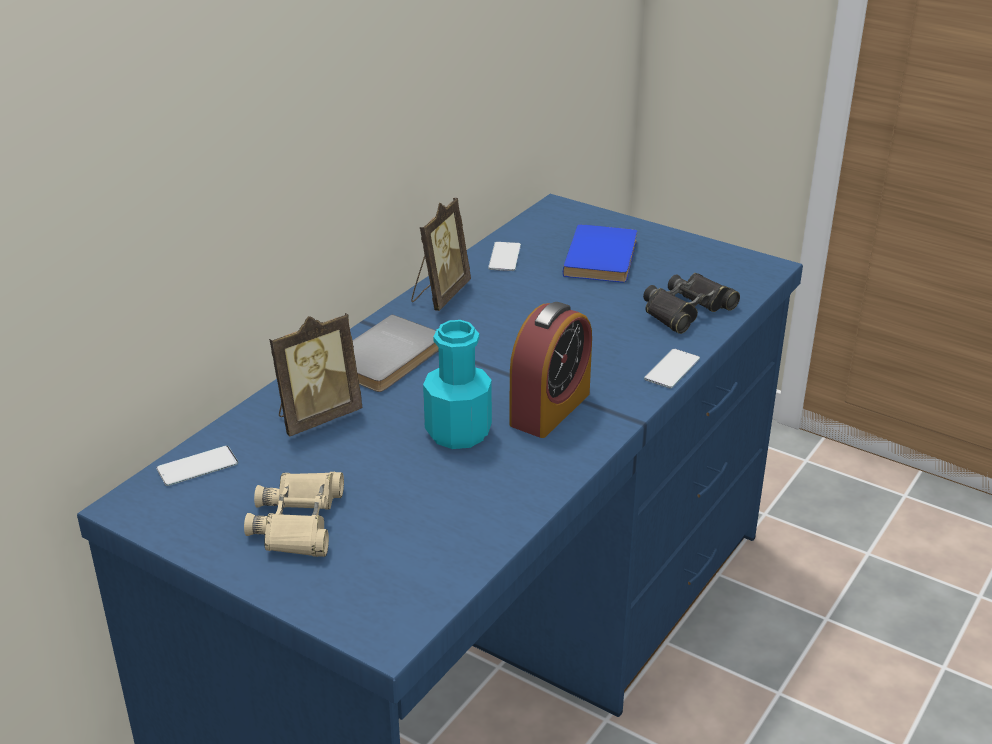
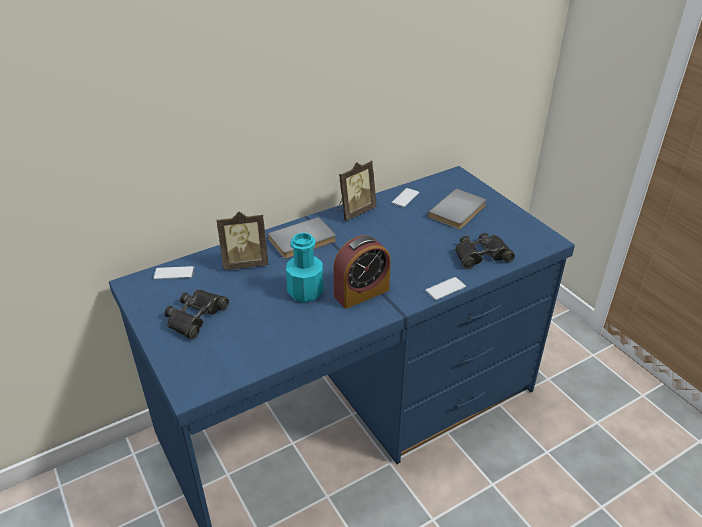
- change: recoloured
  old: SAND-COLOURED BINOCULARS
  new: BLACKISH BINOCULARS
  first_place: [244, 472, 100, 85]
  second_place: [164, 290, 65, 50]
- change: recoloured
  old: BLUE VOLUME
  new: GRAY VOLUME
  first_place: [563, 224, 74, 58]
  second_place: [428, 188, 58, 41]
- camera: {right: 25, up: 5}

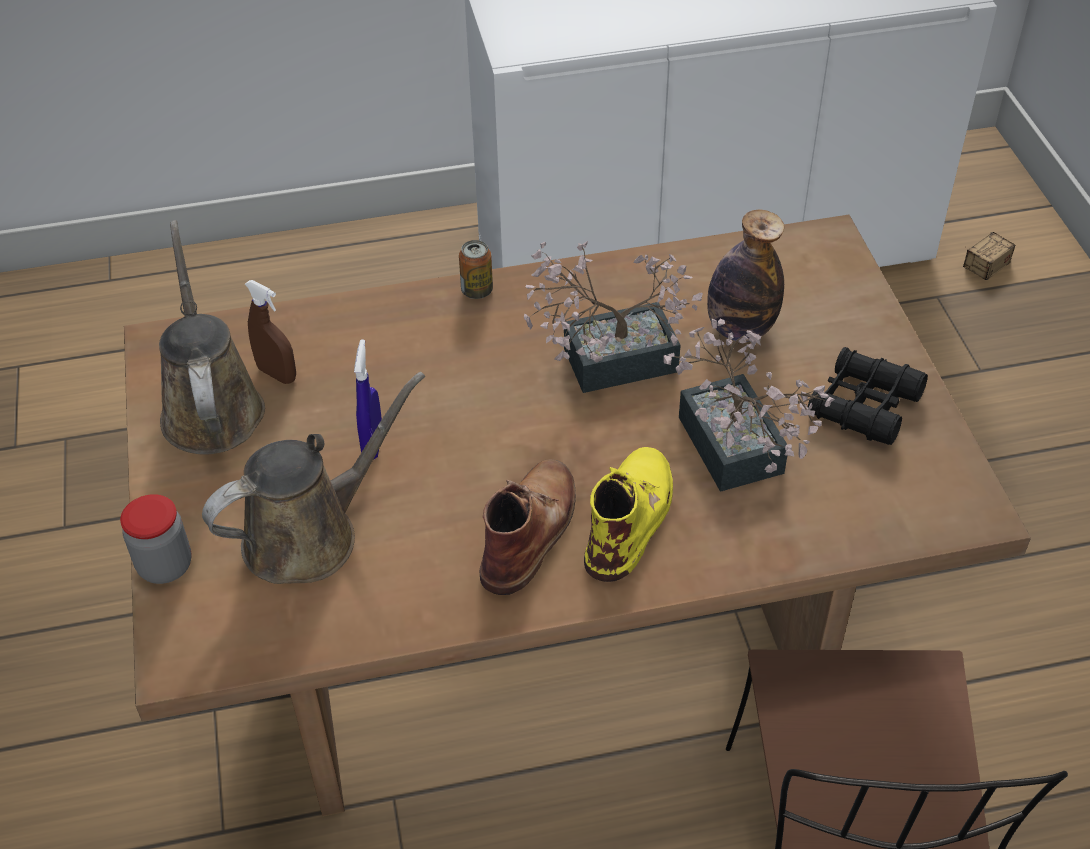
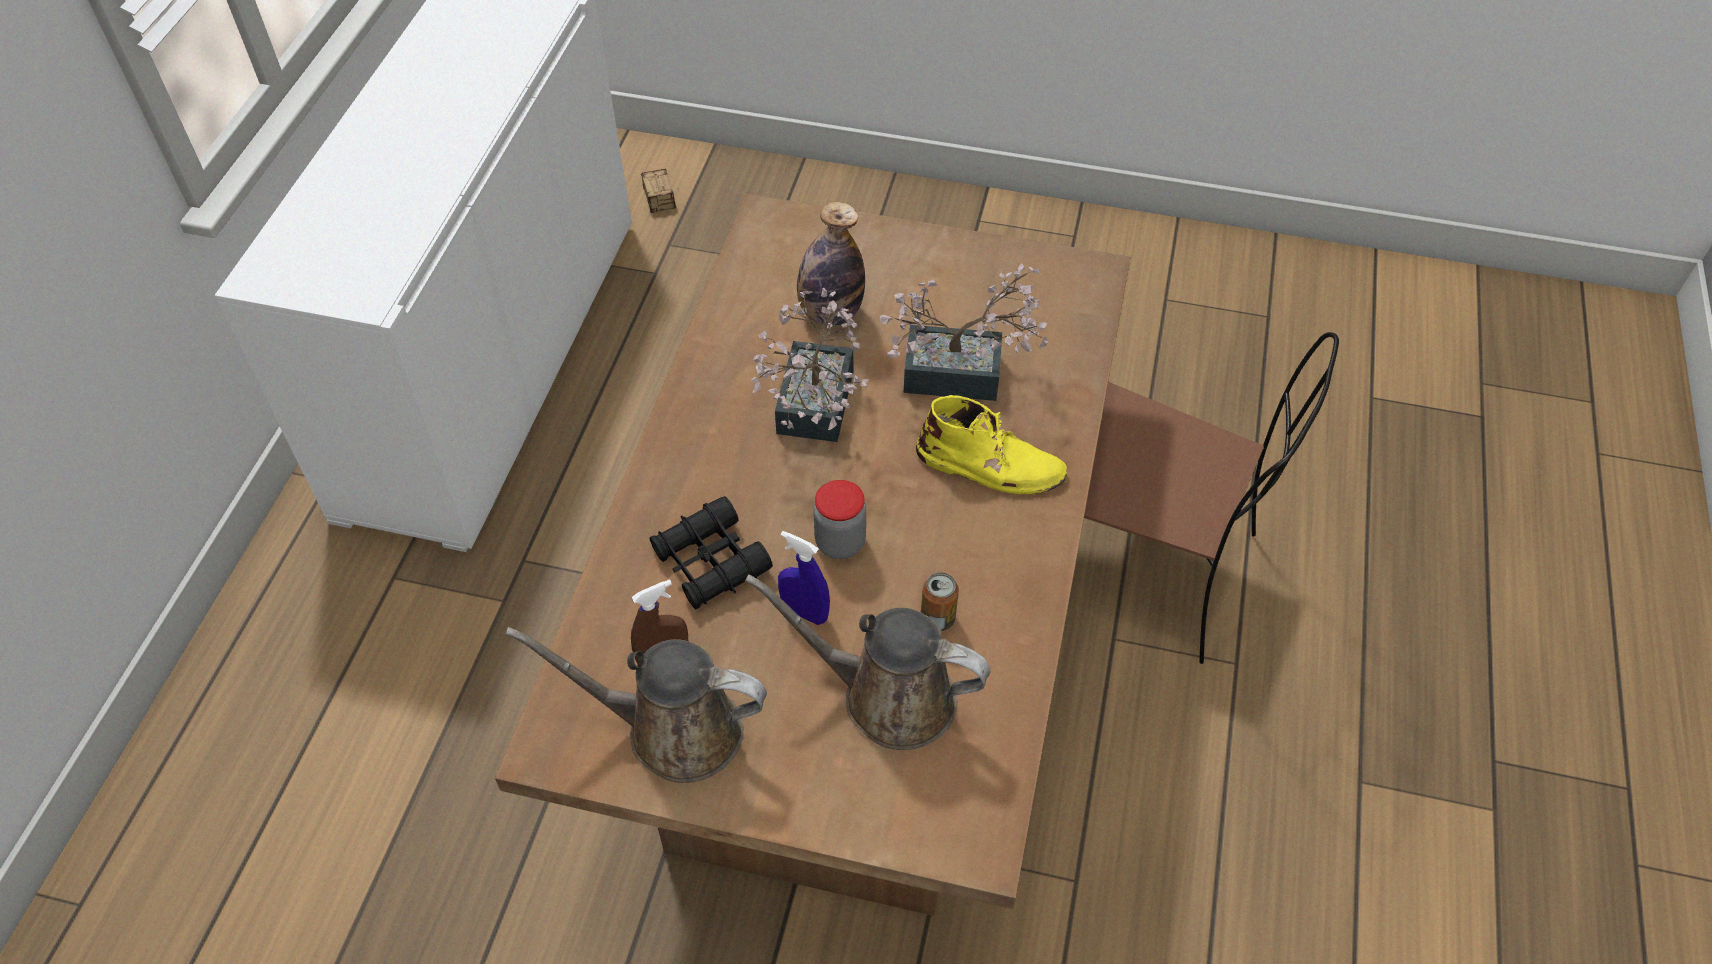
- change: moved
  old: STORAGE JAR
  first_place: [120, 494, 72, 90]
  second_place: [813, 480, 53, 79]
- change: turned
  old: BROWN SPRINKLING CAN
  first_place: [202, 372, 223, 212]
  second_place: [745, 574, 245, 176]
  degrees: -60
- change: moved
  old: SEALED CAN
  first_place: [459, 240, 34, 59]
  second_place: [921, 572, 38, 59]
- change: removed
  old: BROWN HIGH-TOP BOOT
  first_place: [480, 459, 96, 136]
- change: turned
  old: YELLOW-COLOURED HIGH-TOP BOOT
  first_place: [584, 447, 89, 135]
  second_place: [916, 395, 152, 100]
  degrees: 150
- change: moved
  old: BLACKISH BINOCULARS
  first_place: [808, 347, 120, 98]
  second_place: [650, 496, 123, 113]
- camera: {right: -65, up: 5}

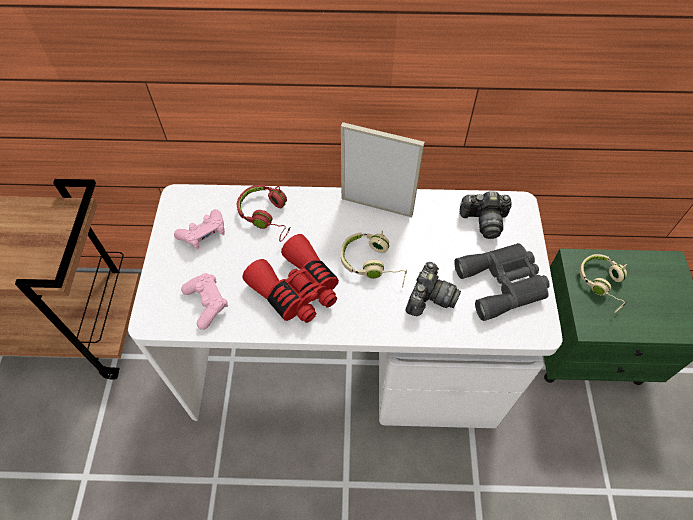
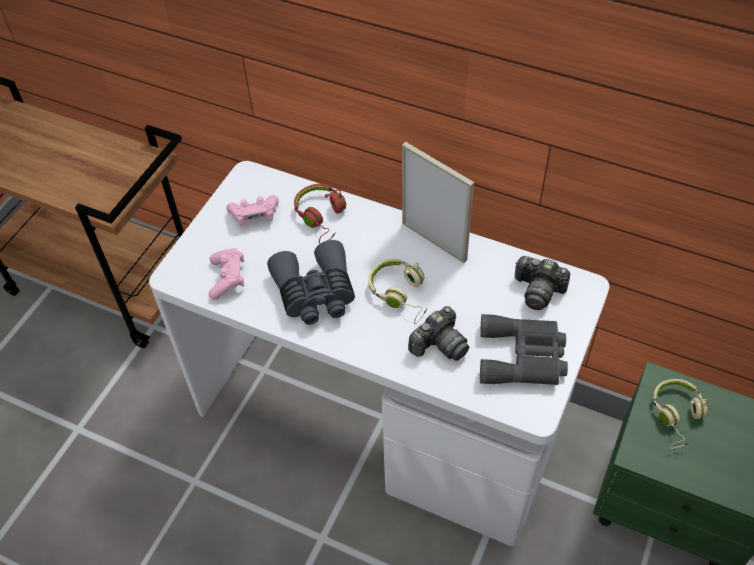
- change: recoloured
  old: RED BINOCULARS
  new: GRAY BINOCULARS
  first_place: [242, 234, 97, 89]
  second_place: [267, 240, 88, 85]
- camera: {right: 25, up: -5}

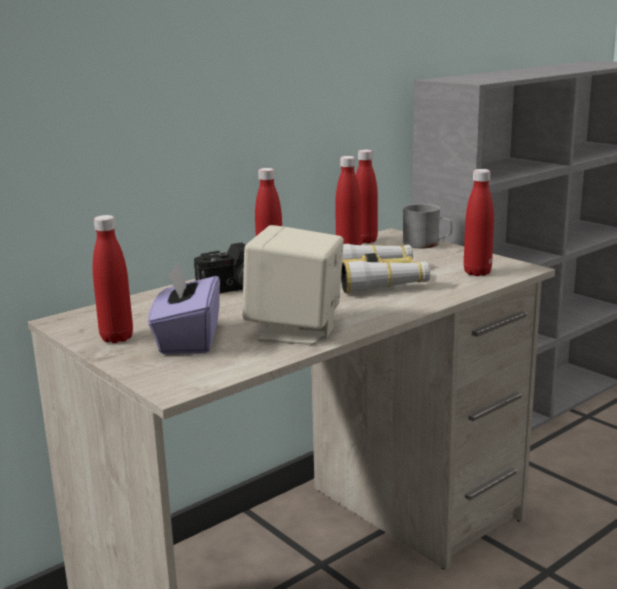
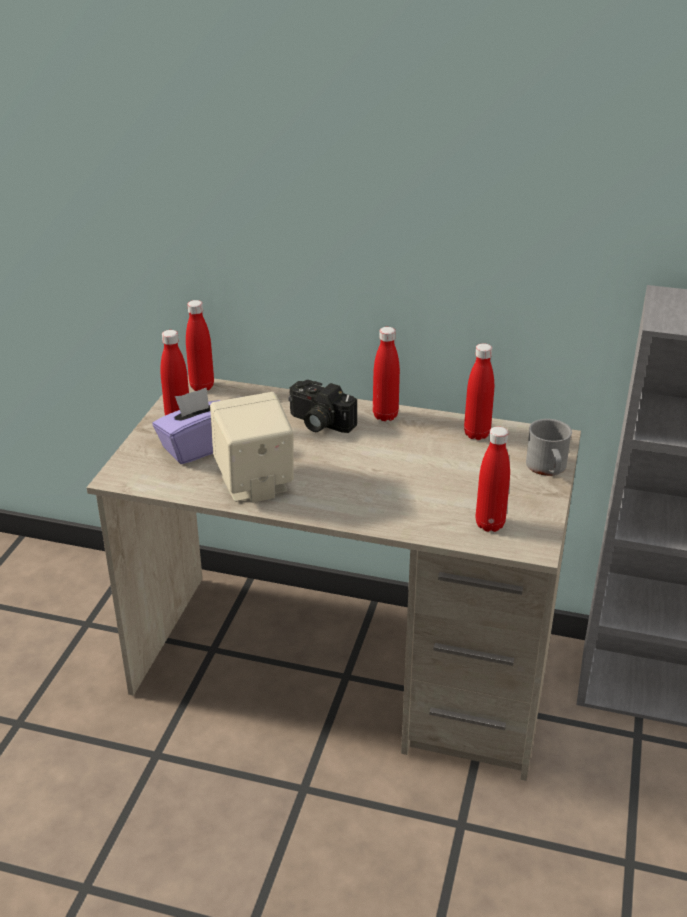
- change: removed
  old: BINOCULARS
  first_place: [341, 244, 89, 50]
- change: moved
  old: RED BOTTLE
  first_place: [356, 150, 22, 93]
  second_place: [186, 300, 28, 91]
- camera: {right: 55, up: 15}

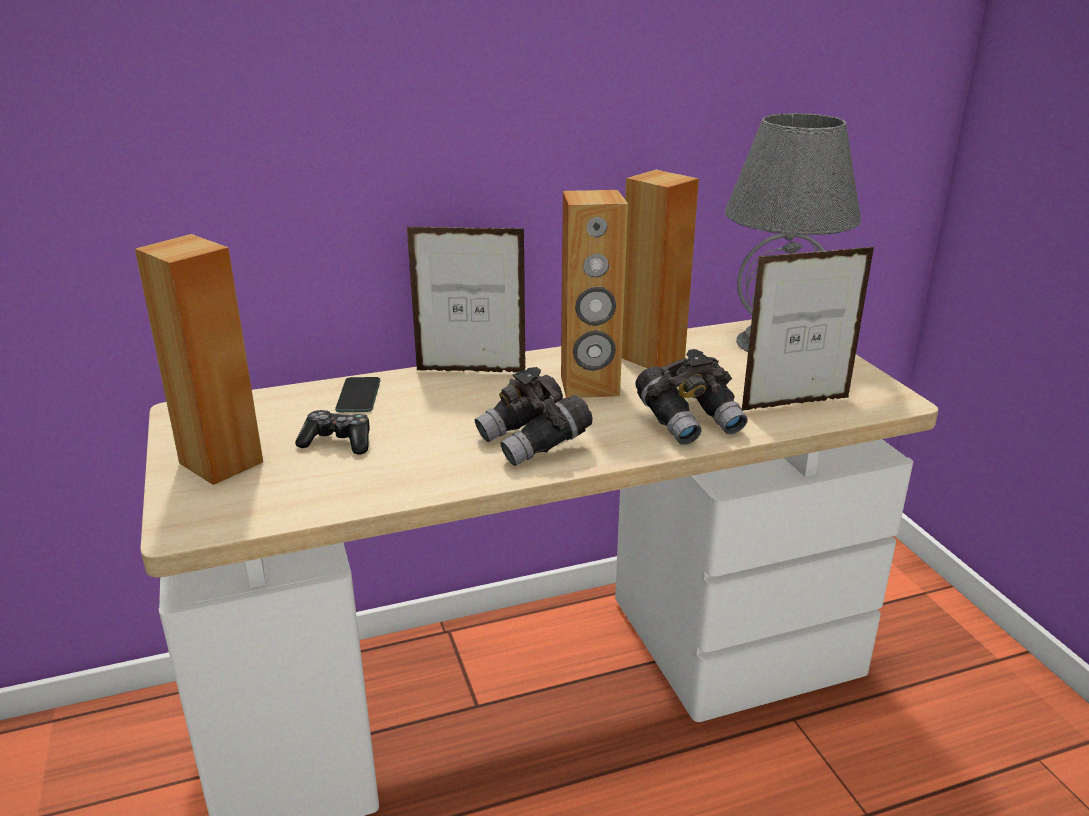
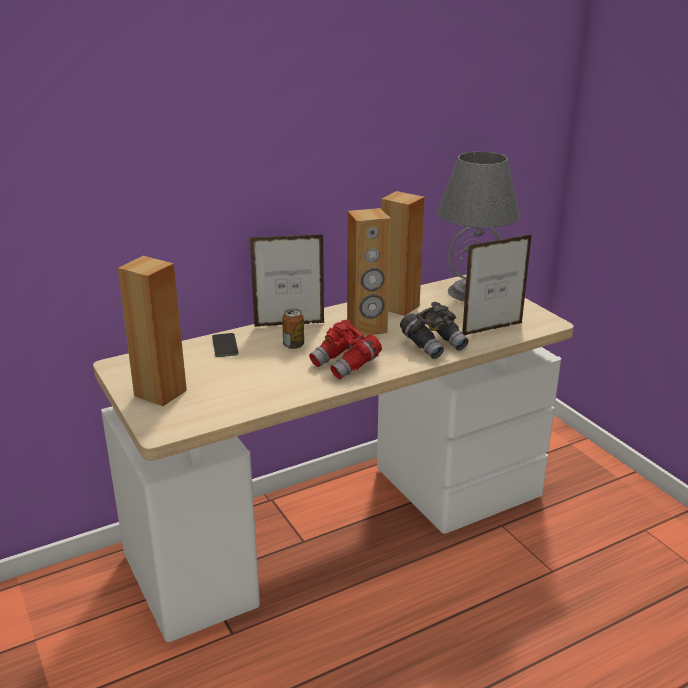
- change: removed
  old: GAMEPAD
  first_place: [295, 410, 75, 44]
- change: recoloured
  old: GRAY BINOCULARS
  new: RED BINOCULARS
  first_place: [475, 367, 118, 99]
  second_place: [309, 320, 73, 59]
- change: added
  new: SEALED CAN
  second_place: [282, 309, 22, 40]
- camera: {right: -10, up: 0}

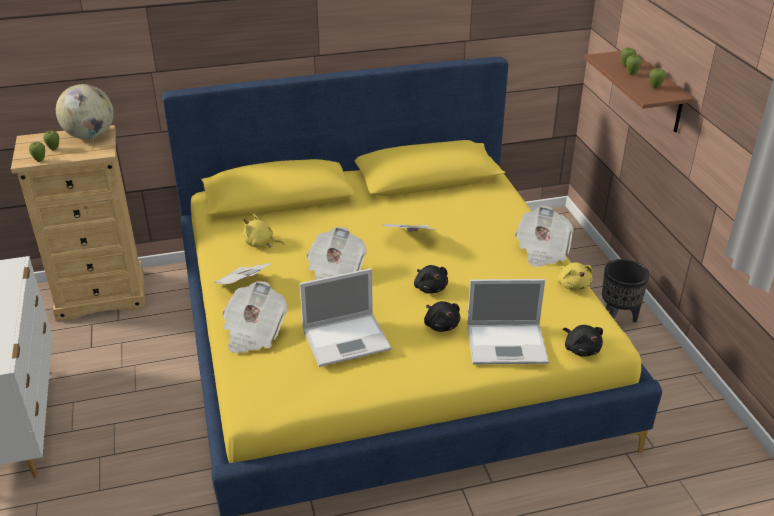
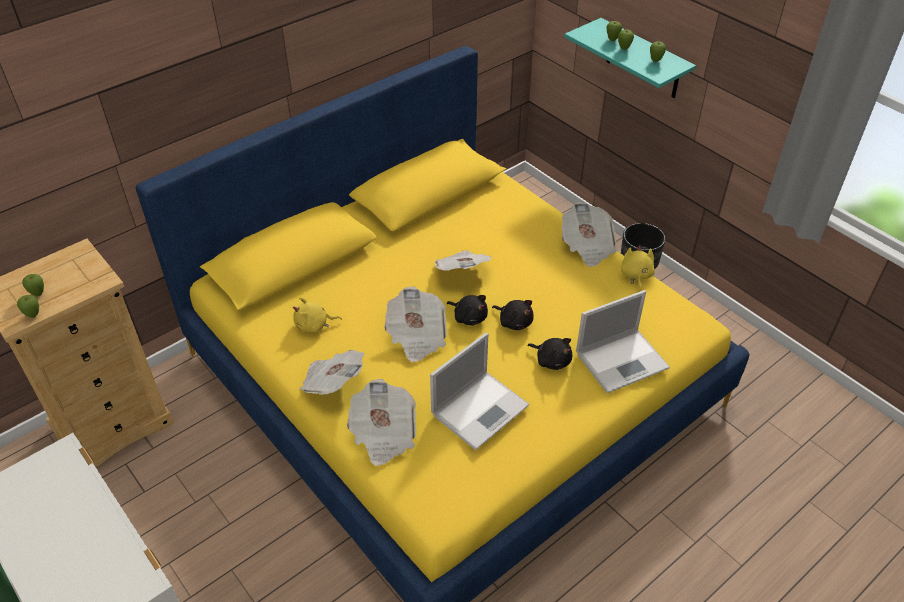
- change: removed
  old: DESK GLOBE
  first_place: [56, 84, 58, 55]
- change: turned
  old: YELLOW-COLOURED CUDDLY TOY
  first_place: [557, 262, 36, 29]
  second_place: [621, 245, 34, 47]
  degrees: -135
- change: moved
  old: BLACKISH CUDDLY TOY
  first_place: [563, 325, 40, 31]
  second_place: [447, 295, 41, 31]
- change: recoloured
  old: BROWN WALL SHELF
  new: TURQUOISE WALL SHELF
  first_place: [584, 51, 110, 82]
  second_place: [564, 18, 132, 80]
- camera: {right: -25, up: 10}

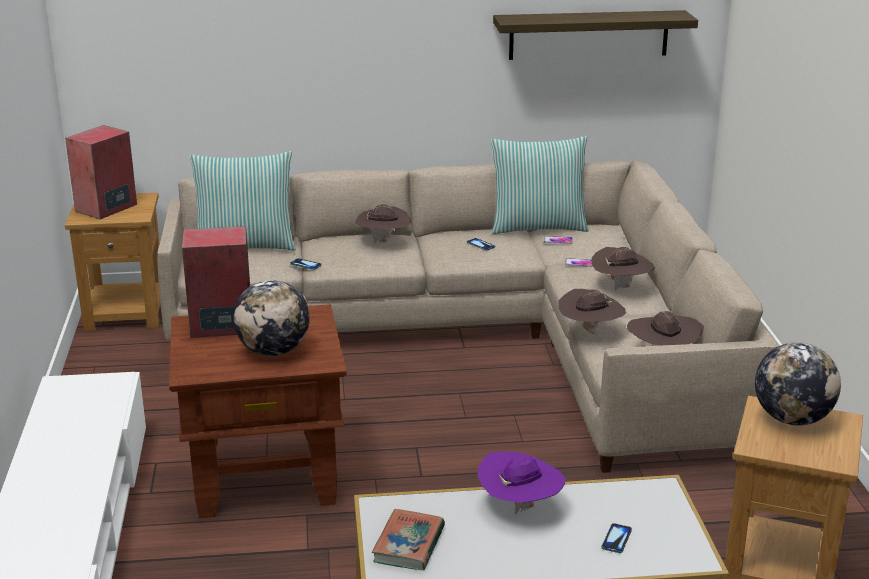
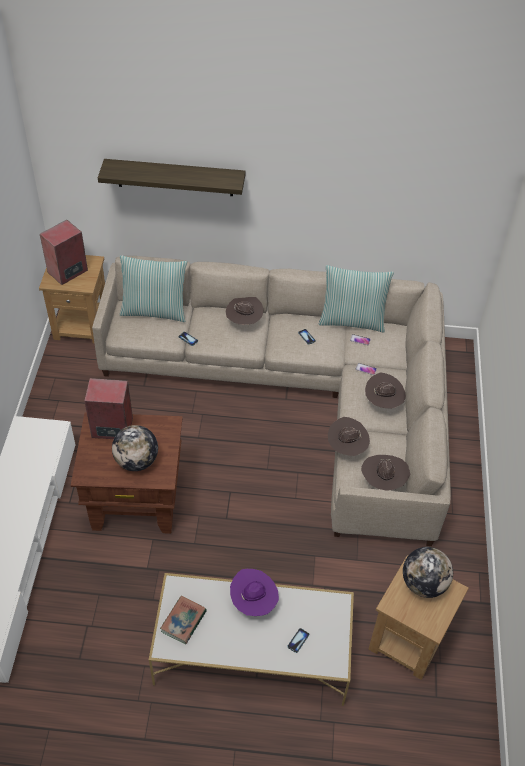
- change: moved
  old: WALL SHELF
  first_place: [493, 10, 205, 50]
  second_place: [98, 159, 147, 37]
- camera: {right: 10, up: 25}

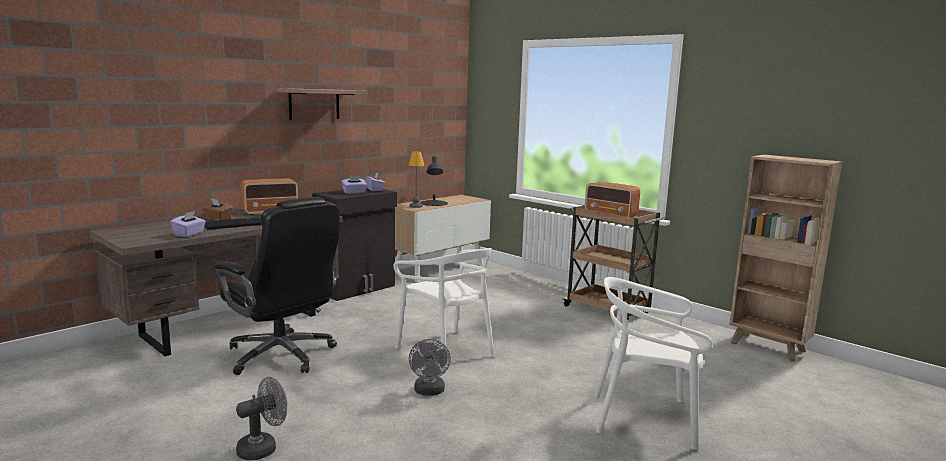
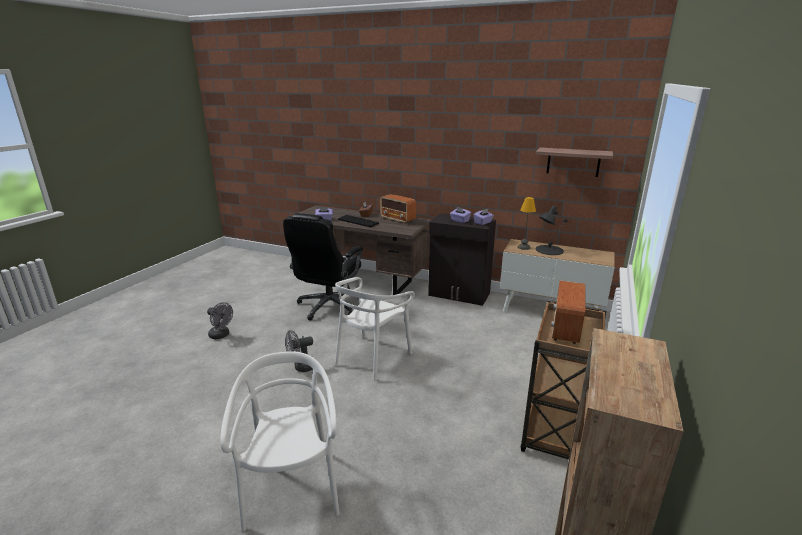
- change: moved
  old: WALL SHELF
  first_place: [278, 88, 89, 32]
  second_place: [535, 147, 78, 30]
- camera: {right: 70, up: 10}

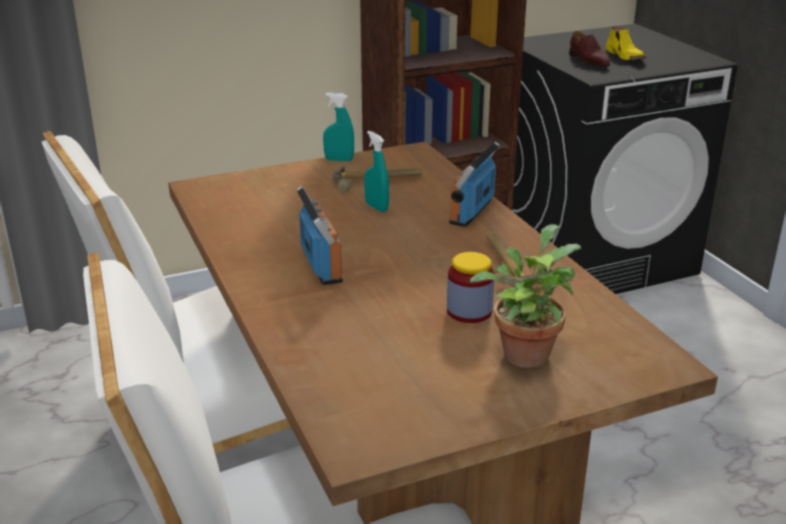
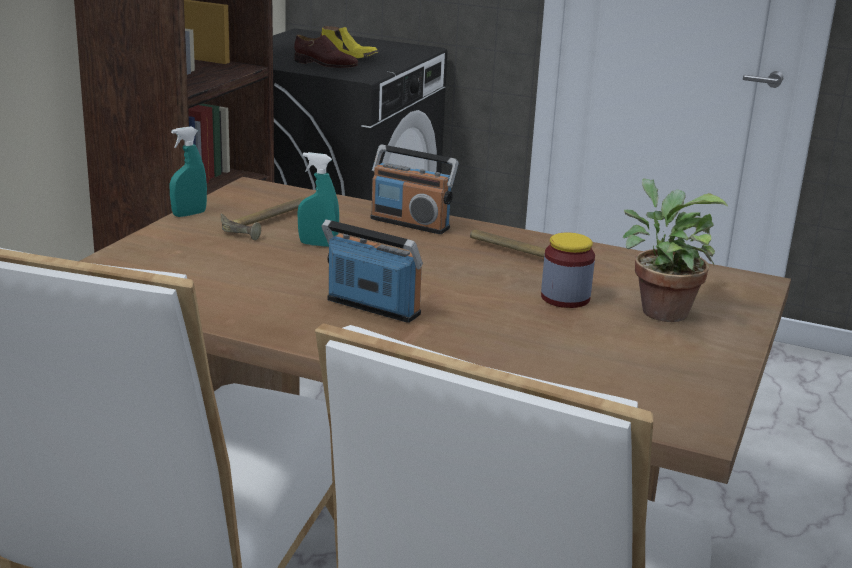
- change: turned
  old: RADIO
  first_place: [449, 141, 51, 86]
  second_place: [370, 145, 88, 89]
  degrees: -45
- camera: {right: -45, up: -5}

